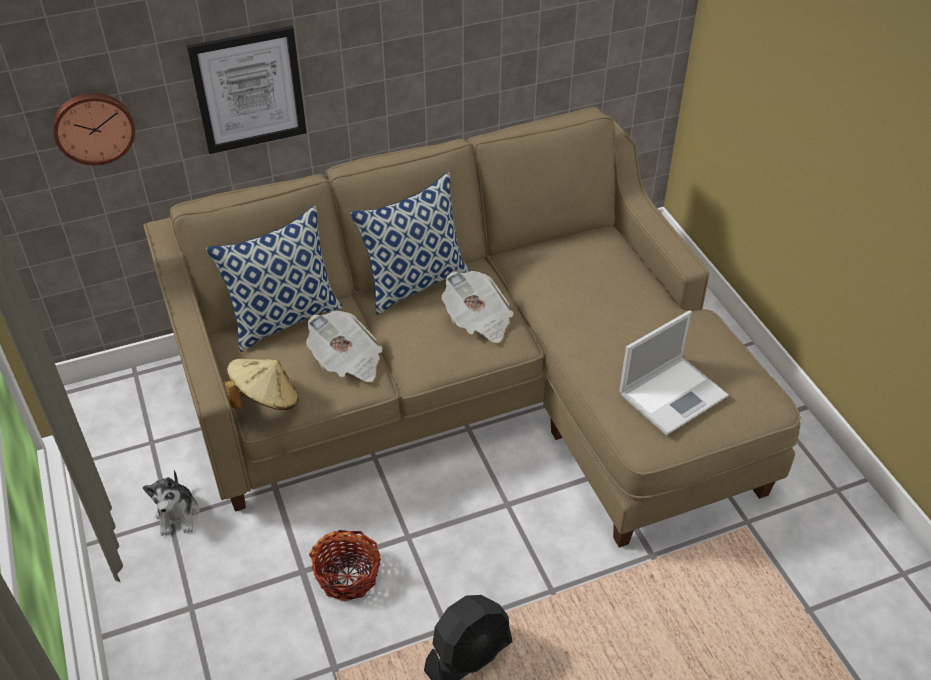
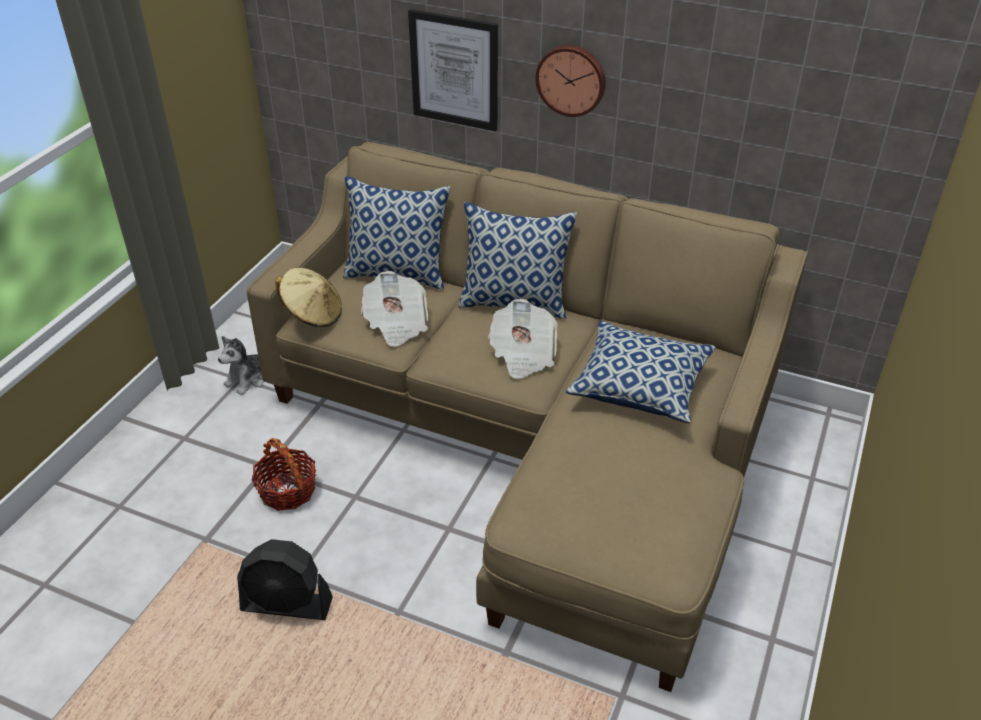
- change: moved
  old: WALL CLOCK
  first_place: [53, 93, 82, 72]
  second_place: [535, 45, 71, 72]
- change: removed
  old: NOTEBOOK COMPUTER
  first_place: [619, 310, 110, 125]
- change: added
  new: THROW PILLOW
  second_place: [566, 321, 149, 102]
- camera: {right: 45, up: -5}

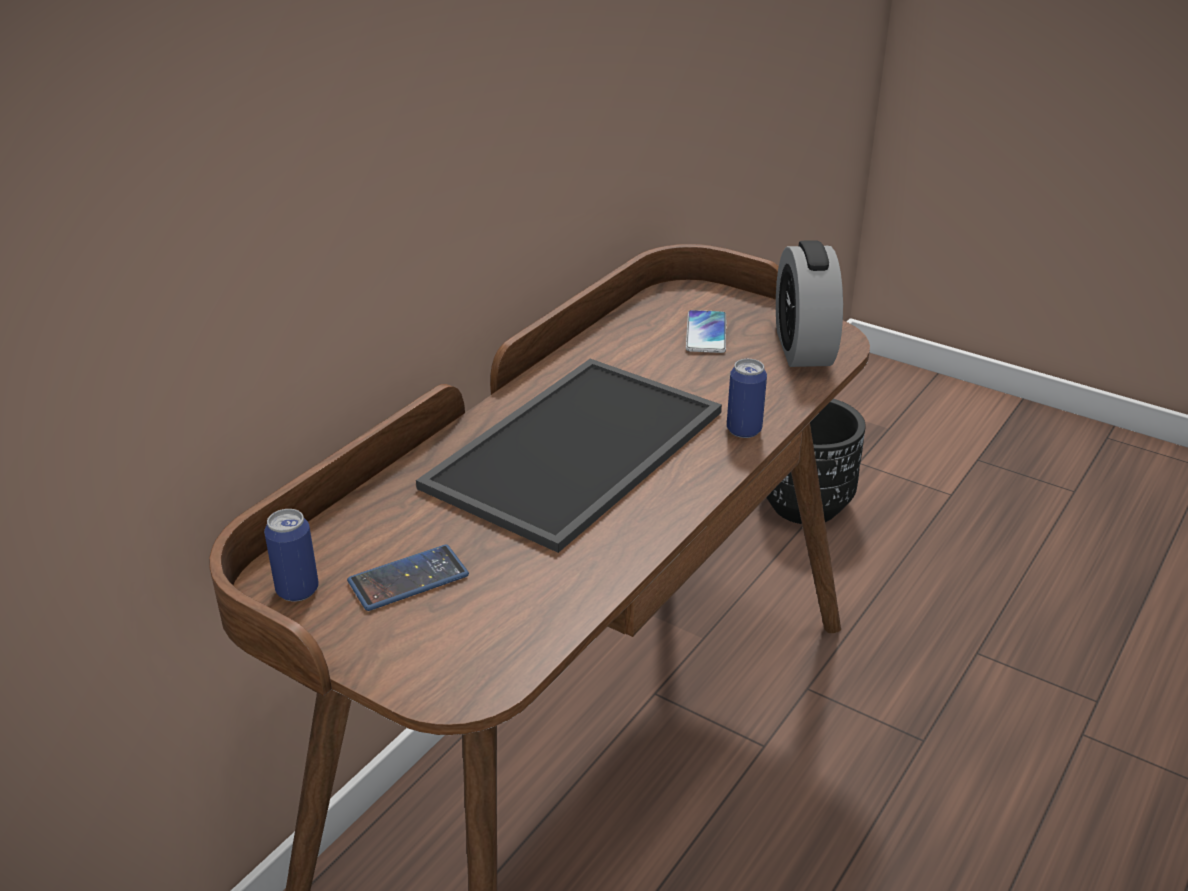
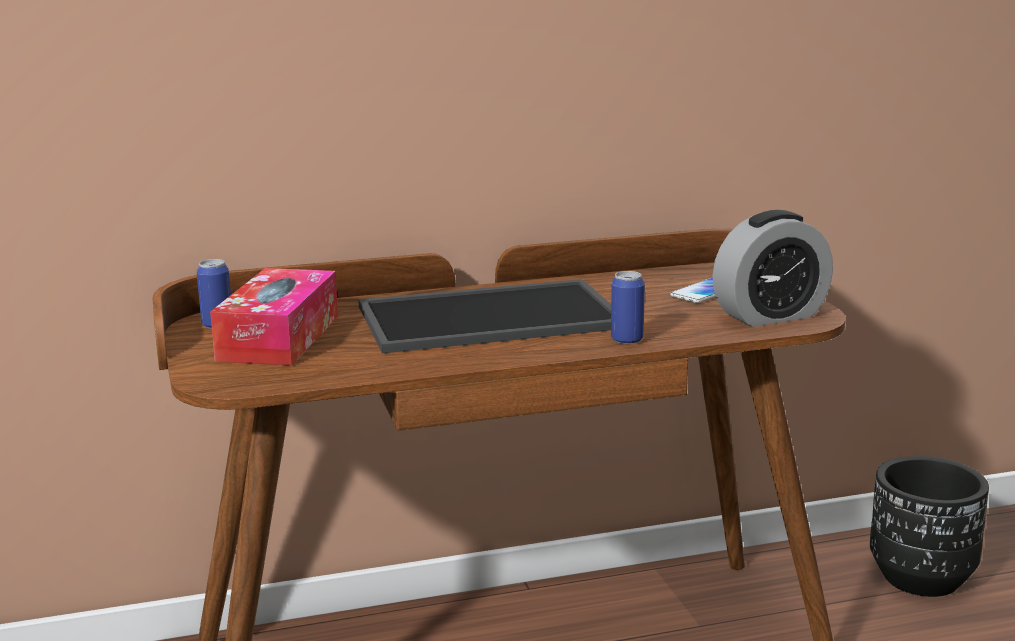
- change: replaced
  old: TELEPHONE
  new: BOX OF TISSUES
  first_place: [347, 544, 122, 67]
  second_place: [210, 268, 128, 98]
- change: turned
  old: BEDSIDE CLOCK
  first_place: [776, 240, 67, 127]
  second_place: [713, 210, 120, 117]
  degrees: -150
- camera: {right: 40, up: -15}

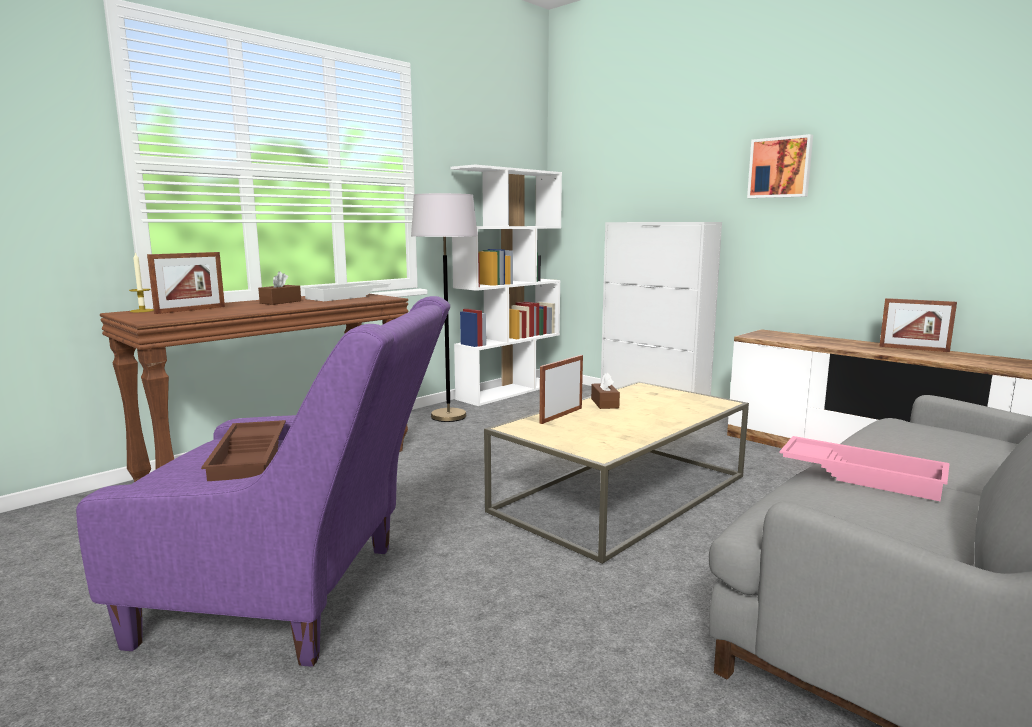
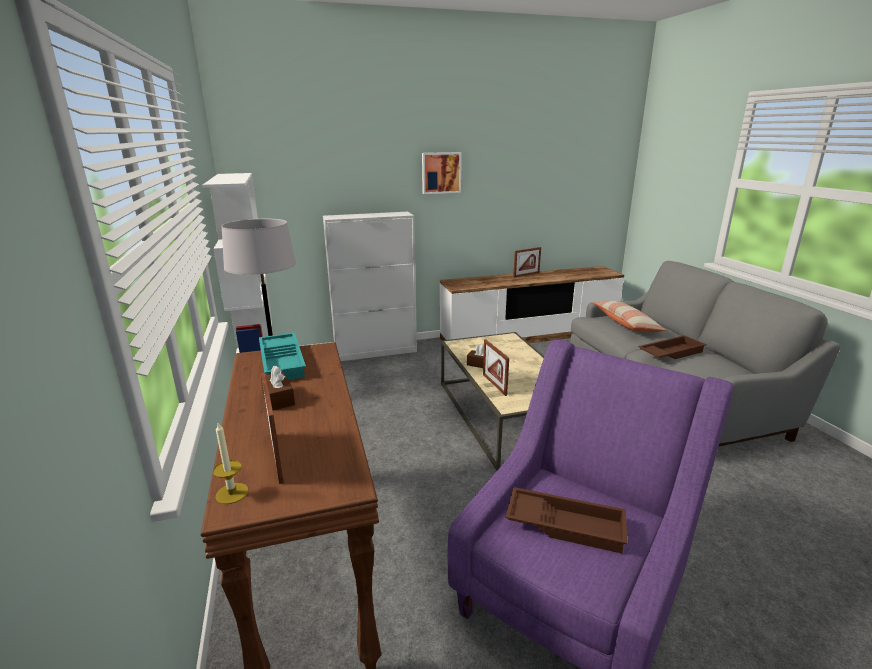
- change: recoloured
  old: WHITE TRAY
  new: TURQUOISE TRAY
  first_place: [302, 282, 89, 19]
  second_place: [259, 333, 47, 47]
- change: recoloured
  old: PINK-COLOURED TRAY
  new: BROWN TRAY
  first_place: [779, 436, 171, 66]
  second_place: [638, 335, 69, 24]
- change: added
  new: THROW PILLOW
  second_place: [592, 301, 74, 31]
- camera: {right: -60, up: 10}

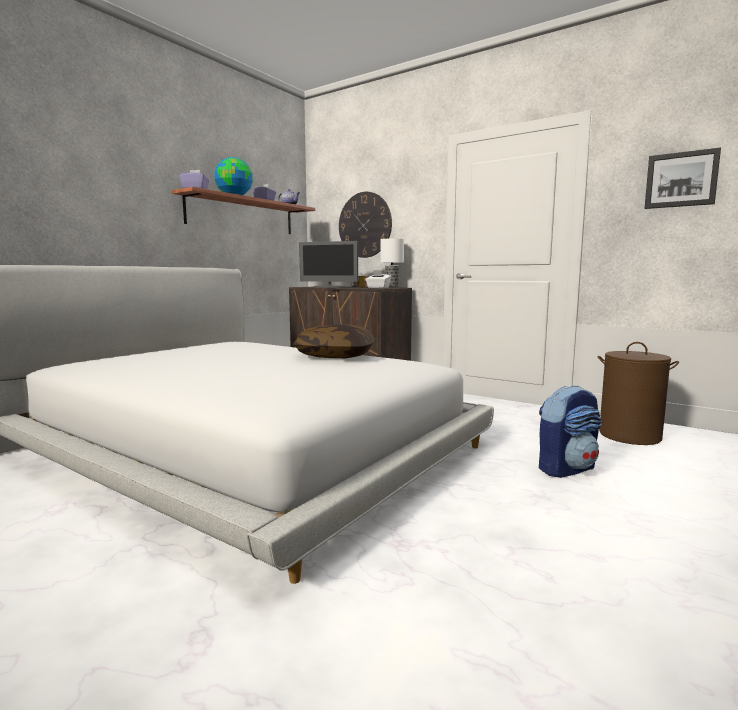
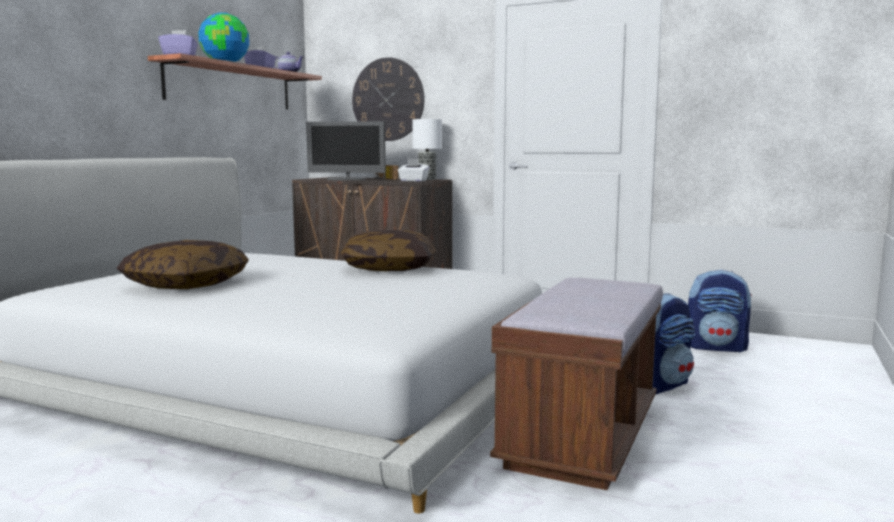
- change: replaced
  old: BROWN WASHING BASKET
  new: KNAPSACK
  first_place: [598, 342, 81, 103]
  second_place: [688, 270, 64, 82]
- change: removed
  old: WALL ART
  first_place: [645, 147, 76, 62]
- change: added
  new: THROW PILLOW
  second_place: [117, 240, 132, 49]
- change: added
  new: BROWN BENCH
  second_place: [490, 278, 173, 212]
- camera: {right: -10, up: 0}

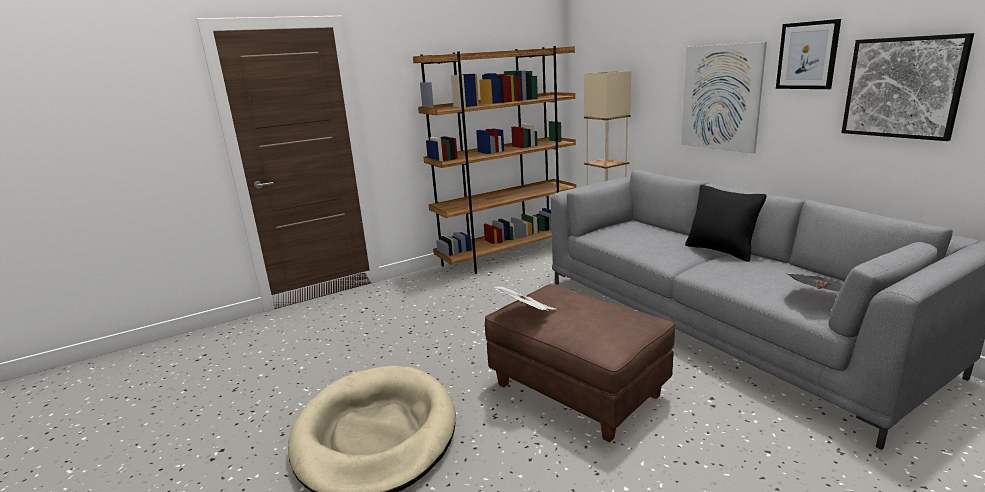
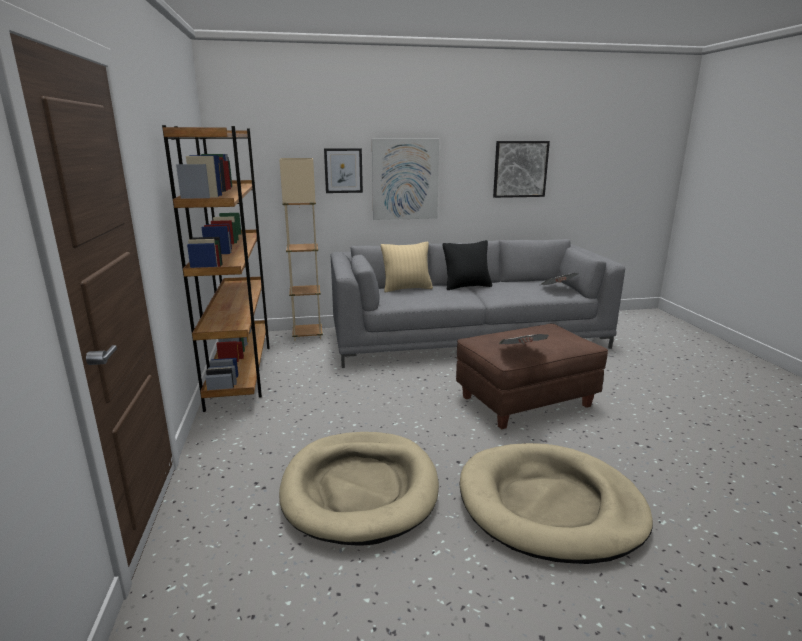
- change: moved
  old: WALL ART
  first_place: [776, 19, 65, 70]
  second_place: [324, 148, 39, 45]
- change: added
  new: SAND-COLOURED DOG BED
  second_place: [279, 432, 160, 114]
- change: added
  new: SAND-COLOURED THROW PILLOW
  second_place: [381, 242, 52, 50]
- camera: {right: -70, up: 0}

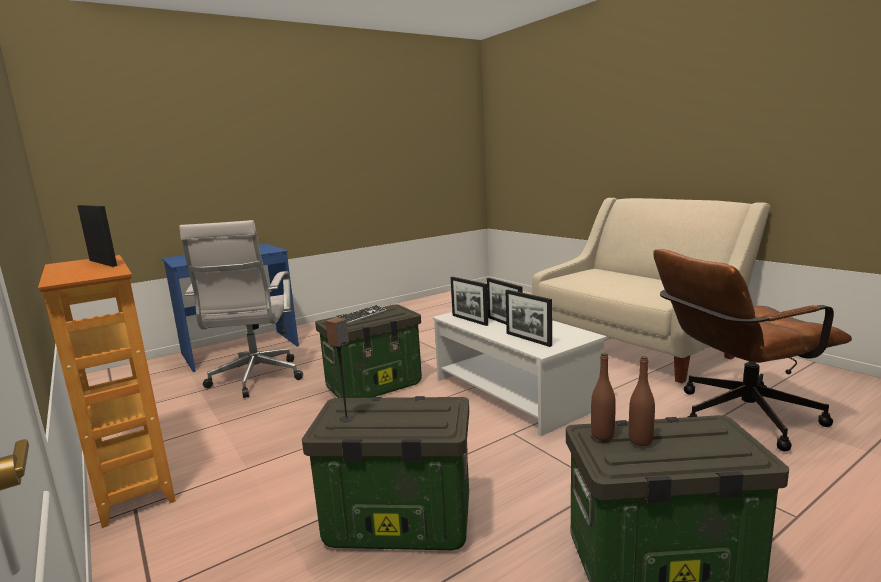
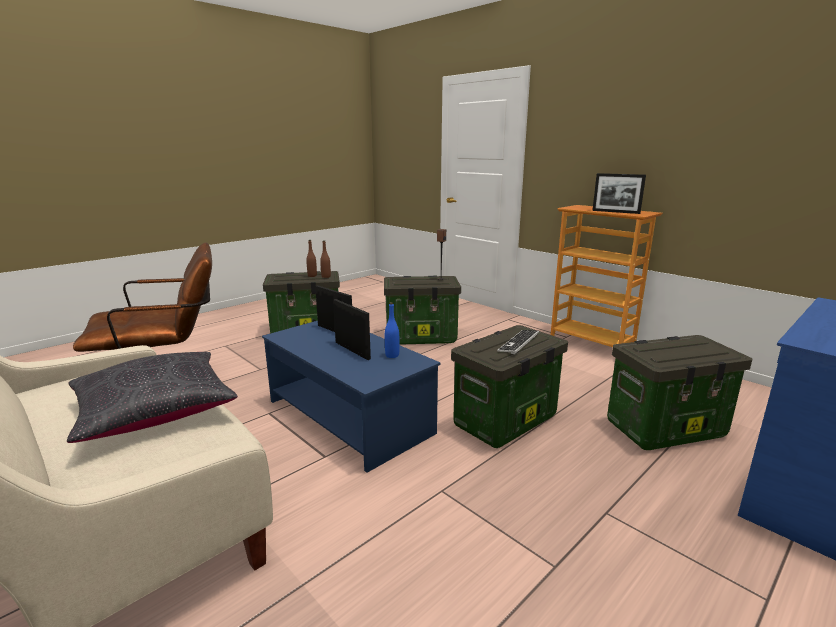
- change: replaced
  old: WHITE COMPUTER CHAIR
  new: STORAGE BIN
  first_place: [179, 220, 124, 178]
  second_place: [607, 335, 145, 115]
- change: recoloured
  old: WHITE LOUNGE TABLE
  new: BLUE LOUNGE TABLE
  first_place: [432, 312, 175, 124]
  second_place: [262, 321, 178, 152]
- change: replaced
  old: PICTURE FRAME
  new: BLUE BOTTLE
  first_place: [451, 277, 37, 49]
  second_place: [385, 302, 14, 56]
- change: added
  new: BLACKISH THROW PILLOW
  second_place: [67, 352, 171, 91]
- camera: {right: 170, up: 5}

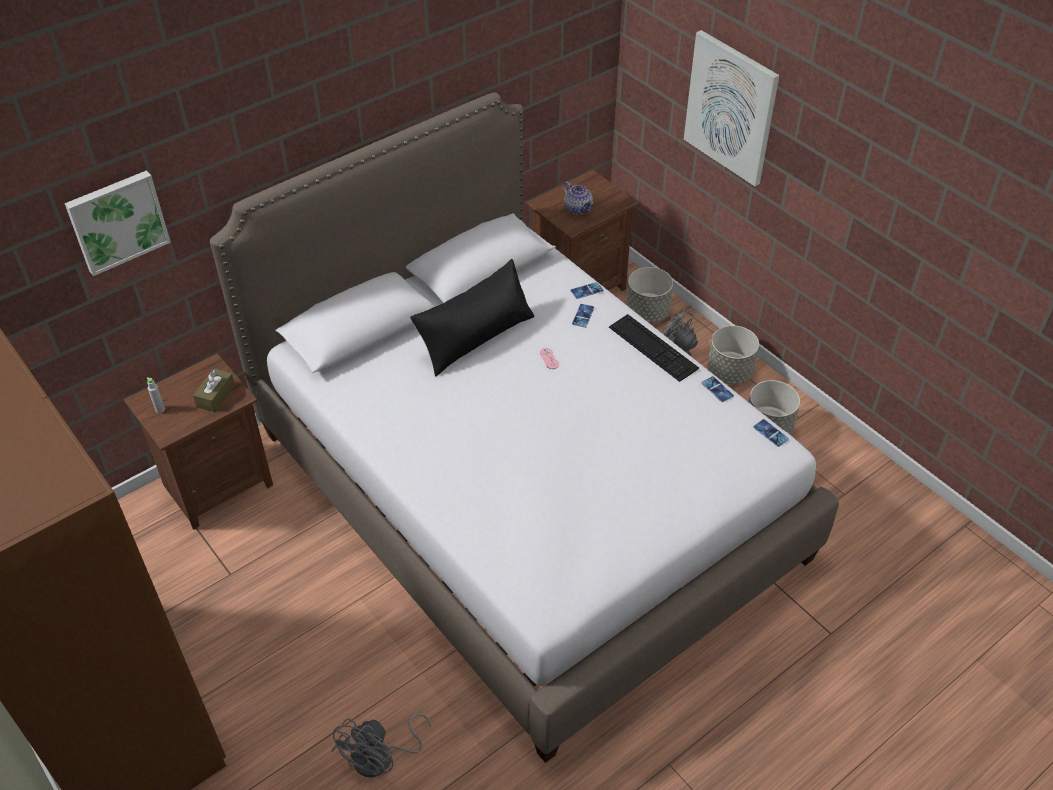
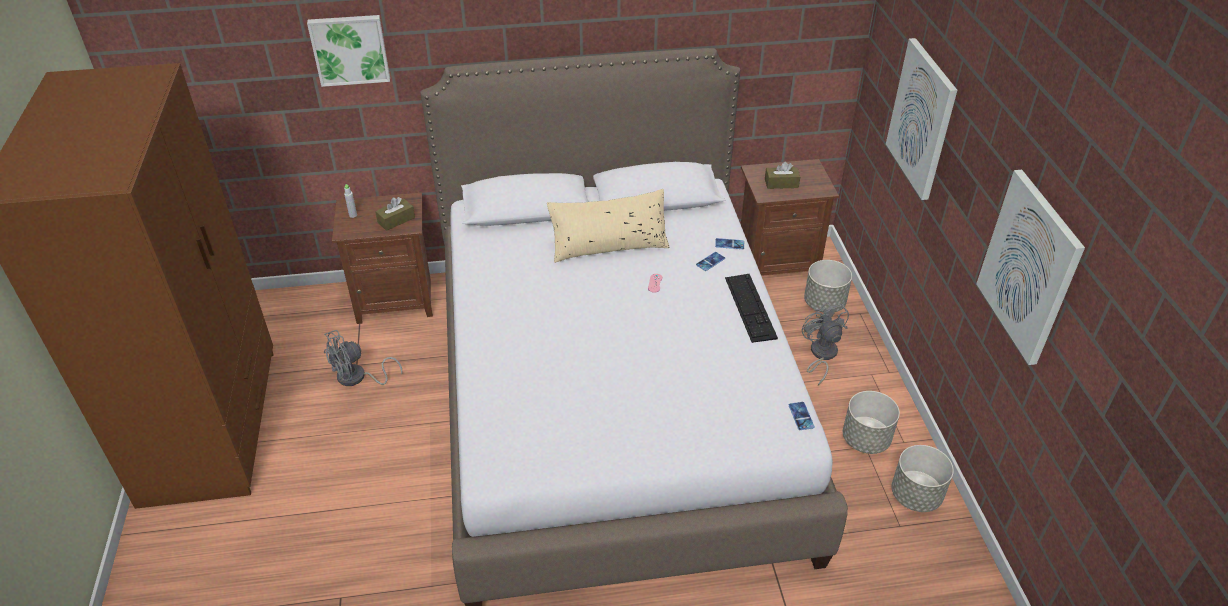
- change: moved
  old: GRAY ELECTRIC FAN
  first_place: [332, 713, 99, 65]
  second_place: [324, 330, 79, 56]
- change: recoloured
  old: BLACKISH THROW PILLOW
  new: SAND-COLOURED THROW PILLOW
  first_place: [410, 259, 124, 118]
  second_place: [547, 189, 123, 74]
- change: replaced
  old: TEA POT
  new: BROWN BOX OF TISSUES
  first_place: [563, 181, 31, 33]
  second_place: [765, 162, 35, 27]
- change: removed
  old: TELEPHONE
  first_place: [701, 376, 33, 26]
- change: moved
  old: GRAY FLOWER POT
  first_place: [707, 325, 52, 59]
  second_place: [891, 445, 63, 67]
- change: added
  new: WALL ART
  second_place: [976, 170, 109, 195]
- camera: {right: 30, up: -5}

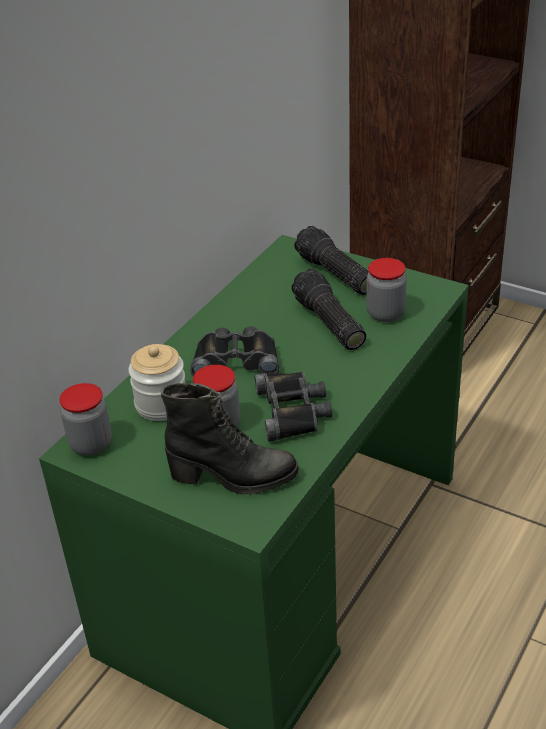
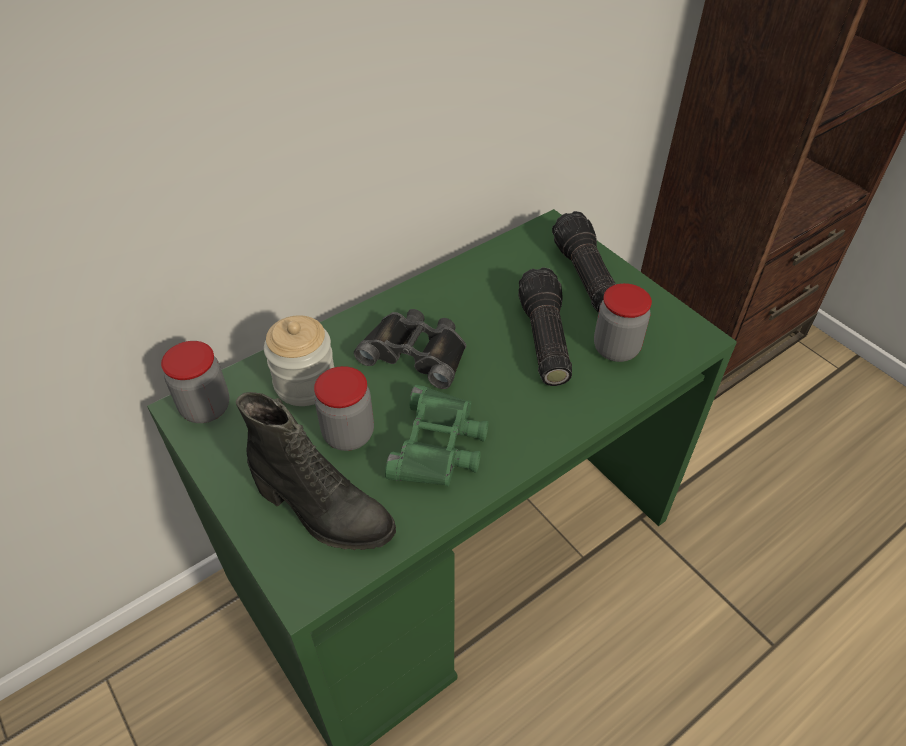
- change: recoloured
  old: BLACKISH BINOCULARS
  new: GREEN-COLOURED BINOCULARS
  first_place: [254, 371, 78, 70]
  second_place: [385, 385, 103, 101]
- camera: {right: 20, up: 10}

